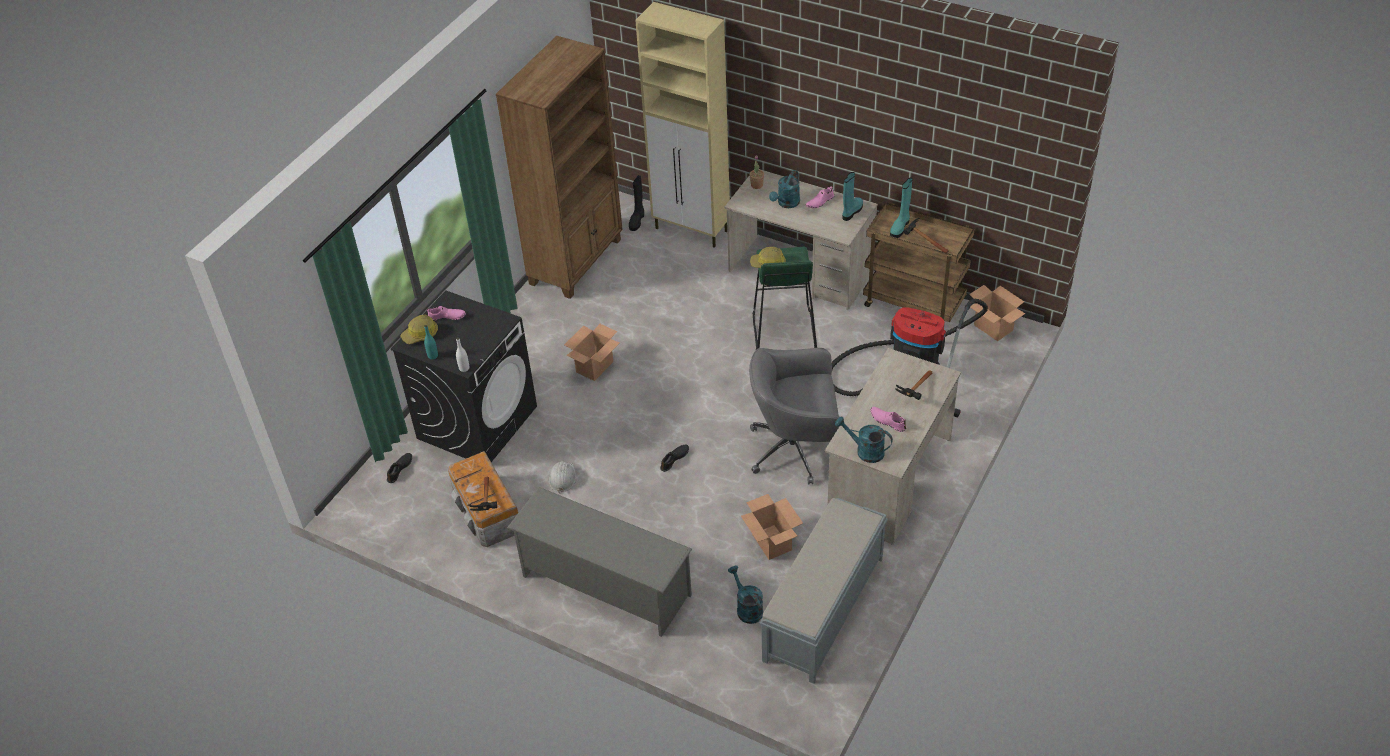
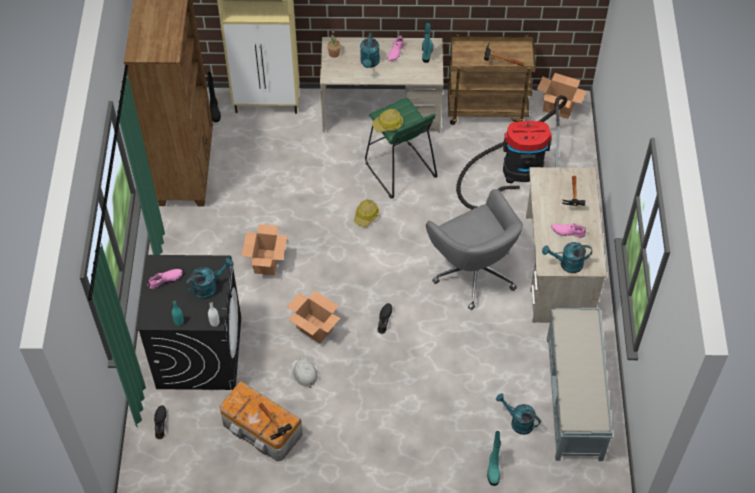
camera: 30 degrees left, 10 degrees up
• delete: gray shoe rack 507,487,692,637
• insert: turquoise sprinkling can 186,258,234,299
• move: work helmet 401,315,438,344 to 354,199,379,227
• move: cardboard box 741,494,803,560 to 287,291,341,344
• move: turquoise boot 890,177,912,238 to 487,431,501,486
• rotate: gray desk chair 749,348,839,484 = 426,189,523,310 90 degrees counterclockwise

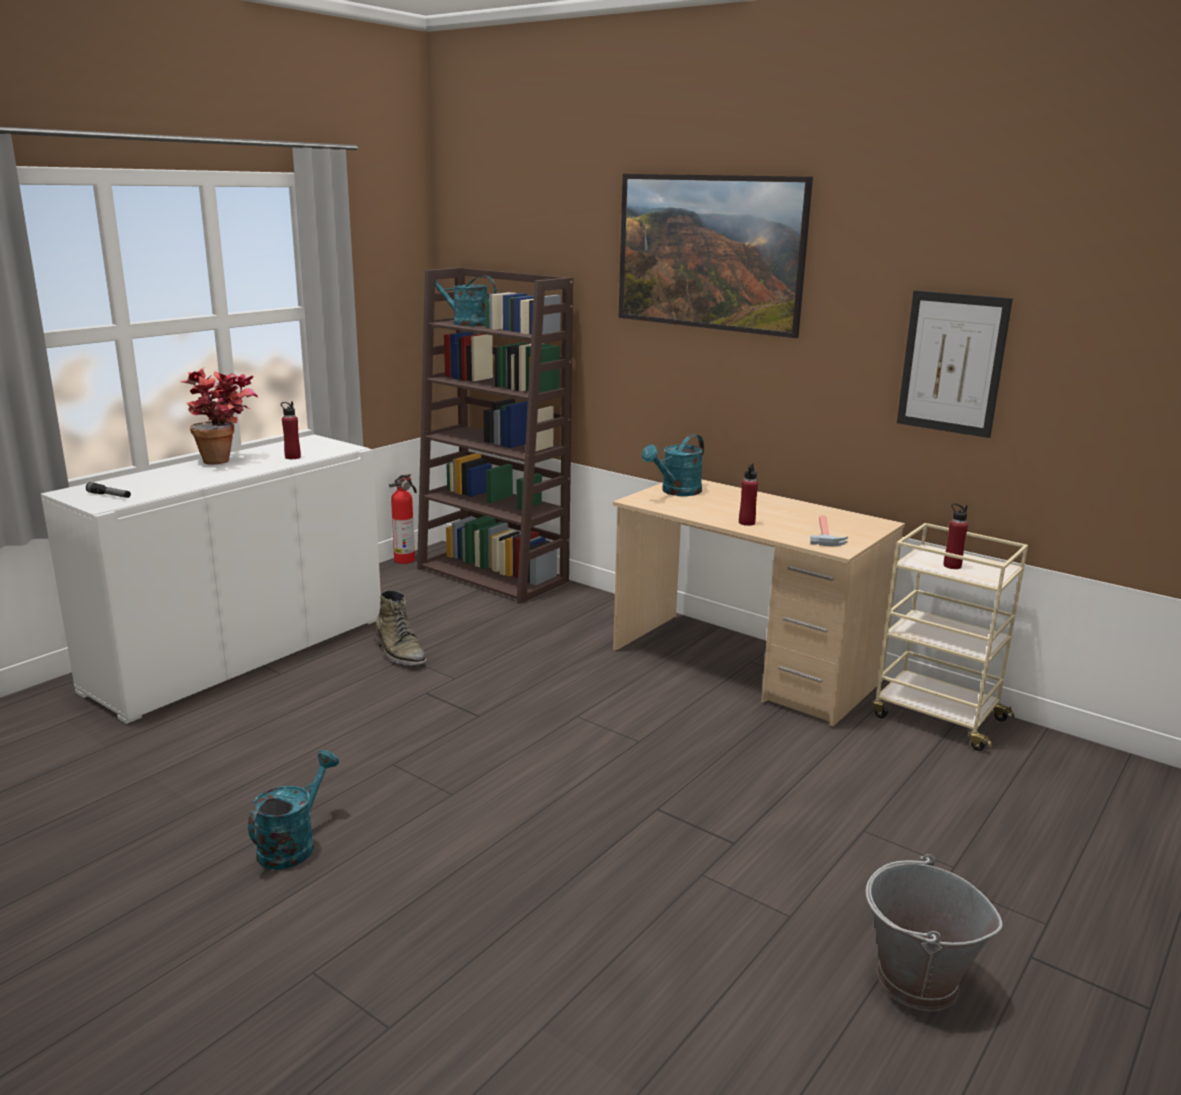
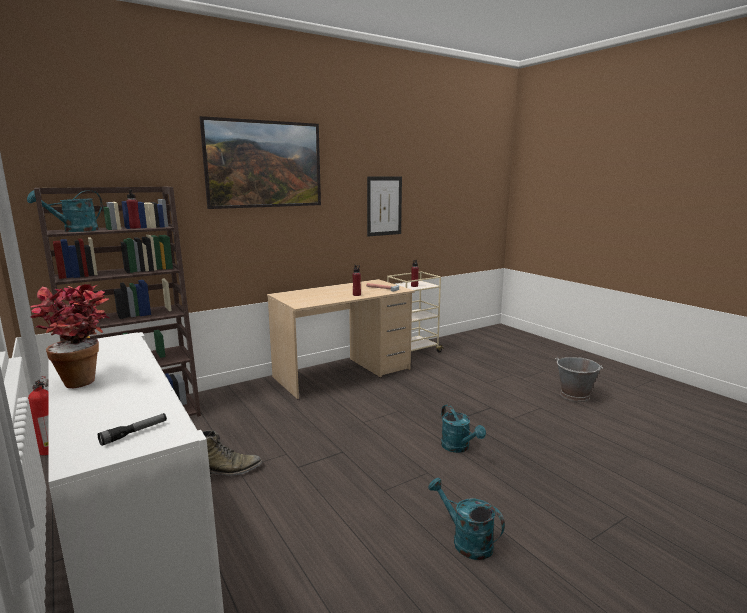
camera: 70 degrees left, 5 degrees down
• move: red-coloured bottle 281,401,301,459 to 126,189,141,229
• move: turquoise sprinkling can 642,434,704,496 to 441,404,486,453

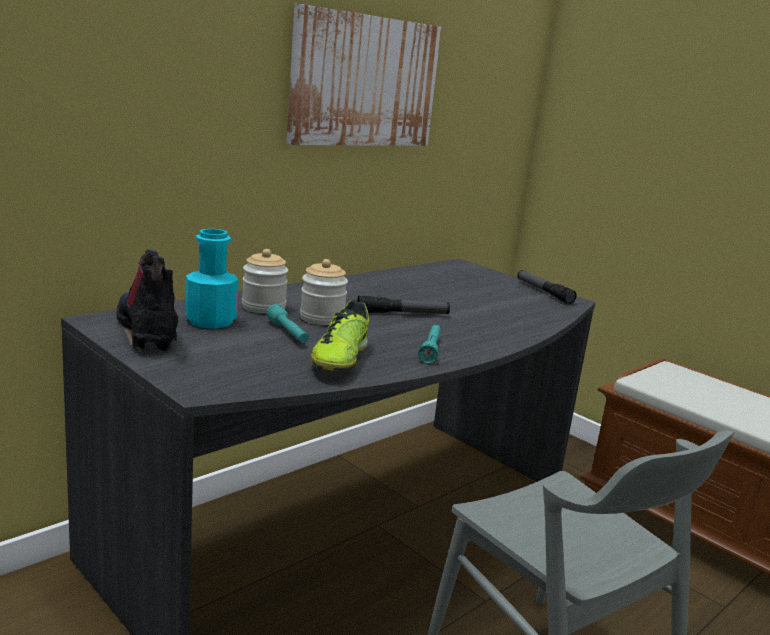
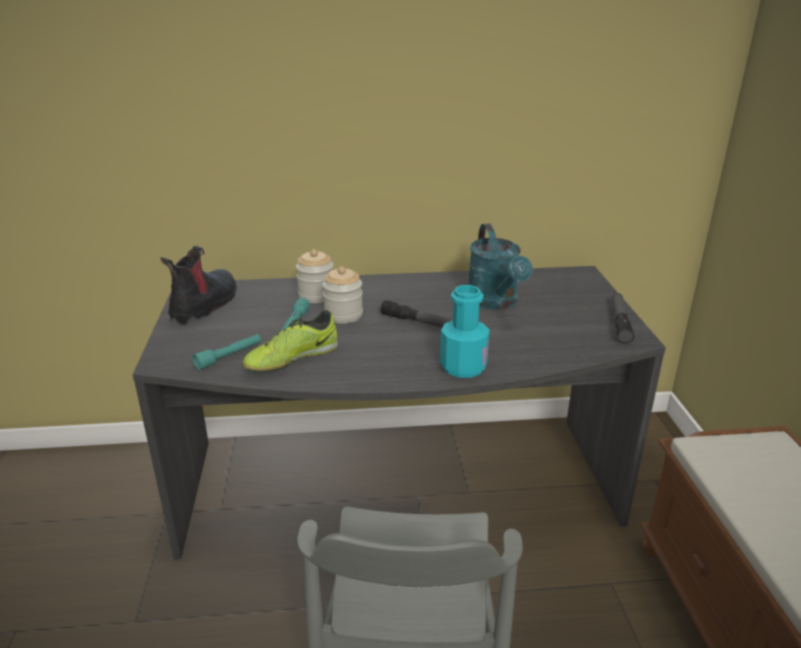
camera: 40 degrees right, 10 degrees up
• delete: wall art 287,4,441,146
• insert: turquoise sprinkling can 469,224,532,310
• move: turquoise bottle 185,229,238,329 to 440,285,490,378
• move: turquoise torch 418,325,441,364 to 192,334,261,370

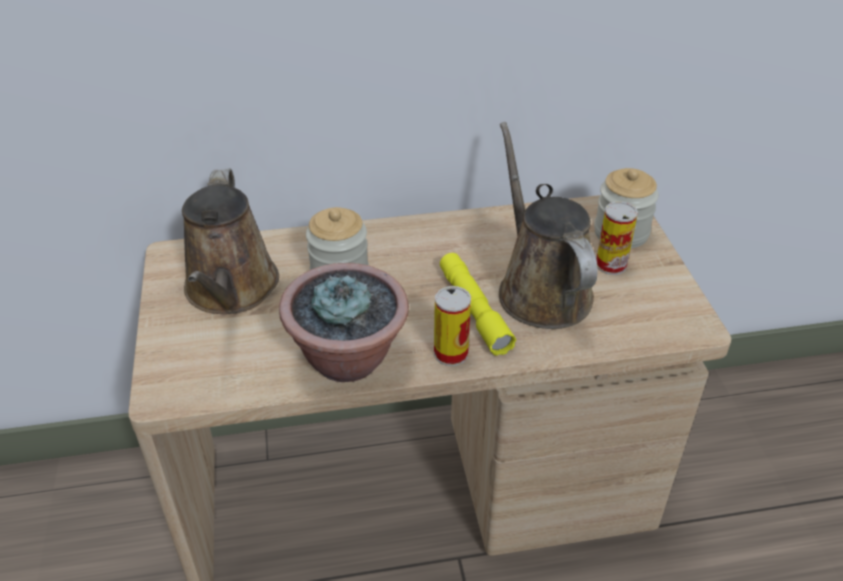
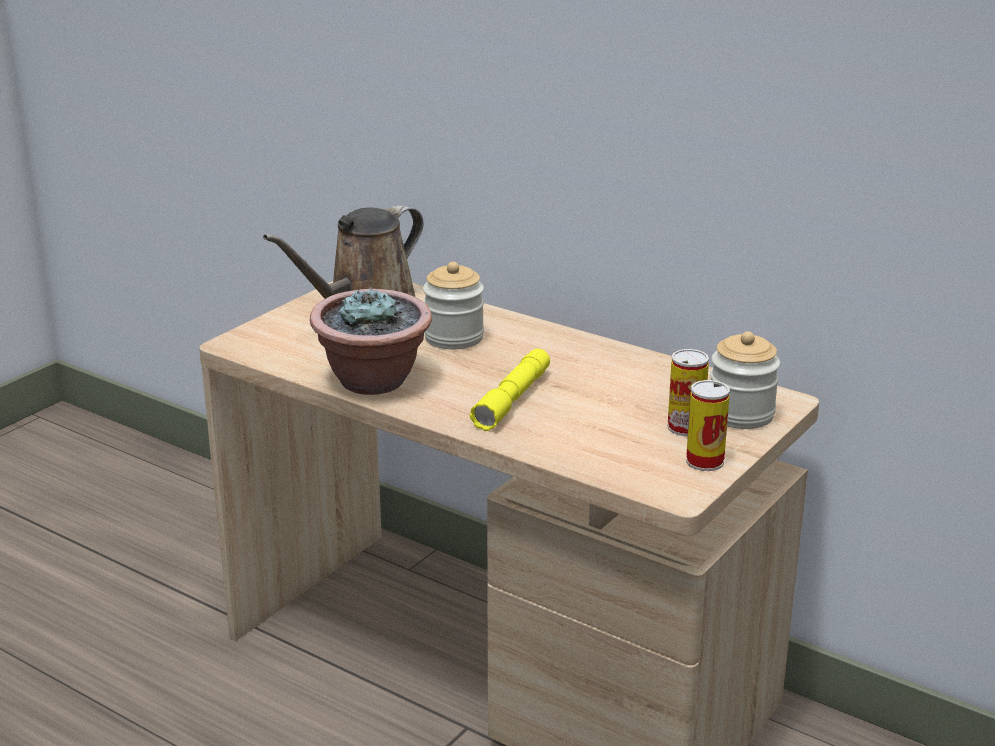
camera: 45 degrees right, 15 degrees down
• delete: brown-coloured sprinkling can 499,122,598,329
• move: sealed can 434,286,471,366 to 686,380,730,471

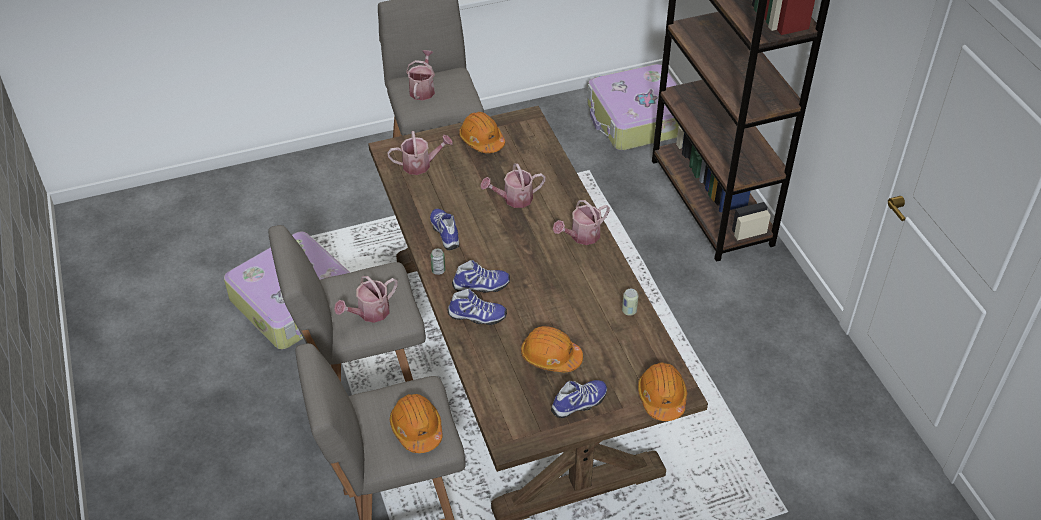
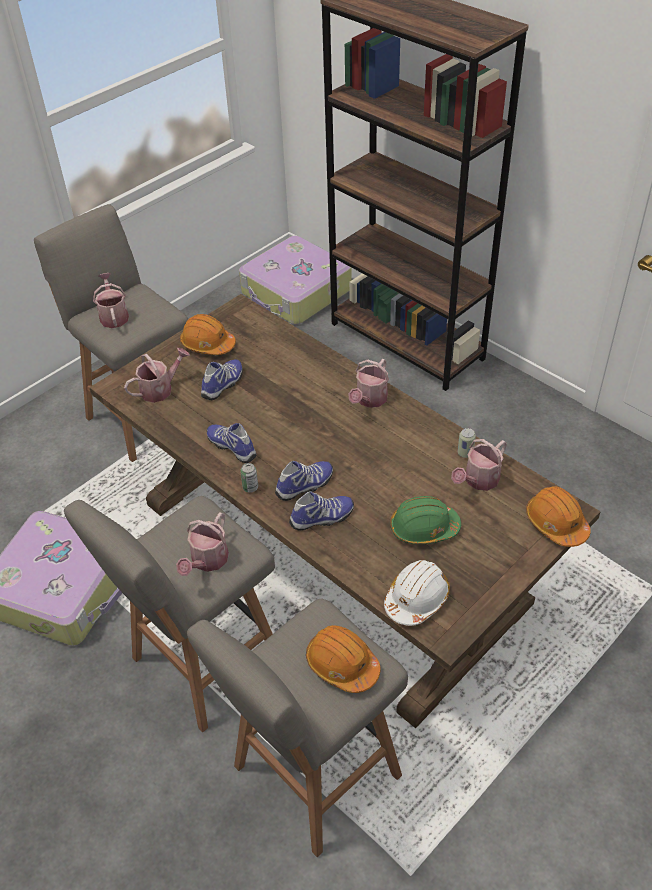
camera: 25 degrees left, 0 degrees up
• insert: white work helmet 384,560,450,626
• move: sprinkling can 481,163,546,208 to 451,439,507,491
• move: item of footwear 551,380,607,418 to 201,359,243,400
• recolor: orange work helmet 521,326,583,372 to greenish work helmet 390,496,461,544

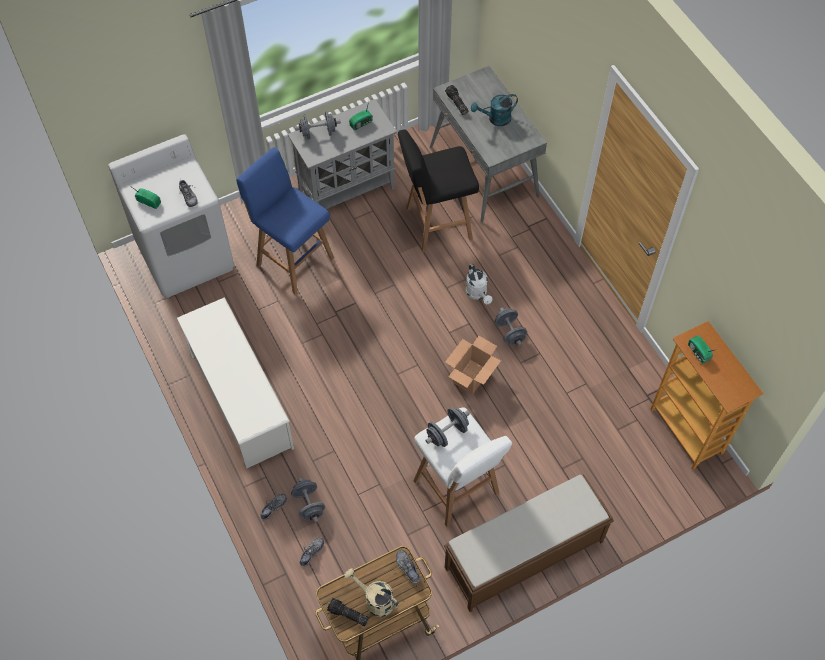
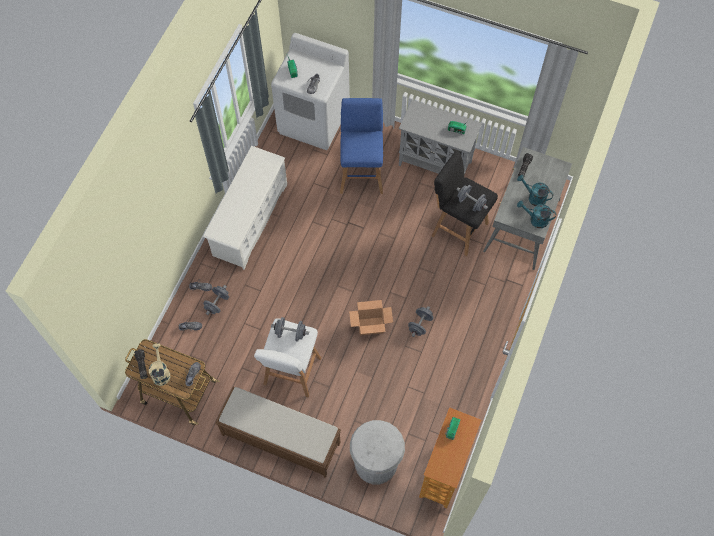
camera: 50 degrees right, 5 degrees up
• delete: white sprinkling can 466,264,492,304
• insert: white rubbish bin 350,420,405,484
• insert: turquoise sprinkling can 517,200,556,228
• move: gray free weight 295,111,341,139 to 457,185,488,212

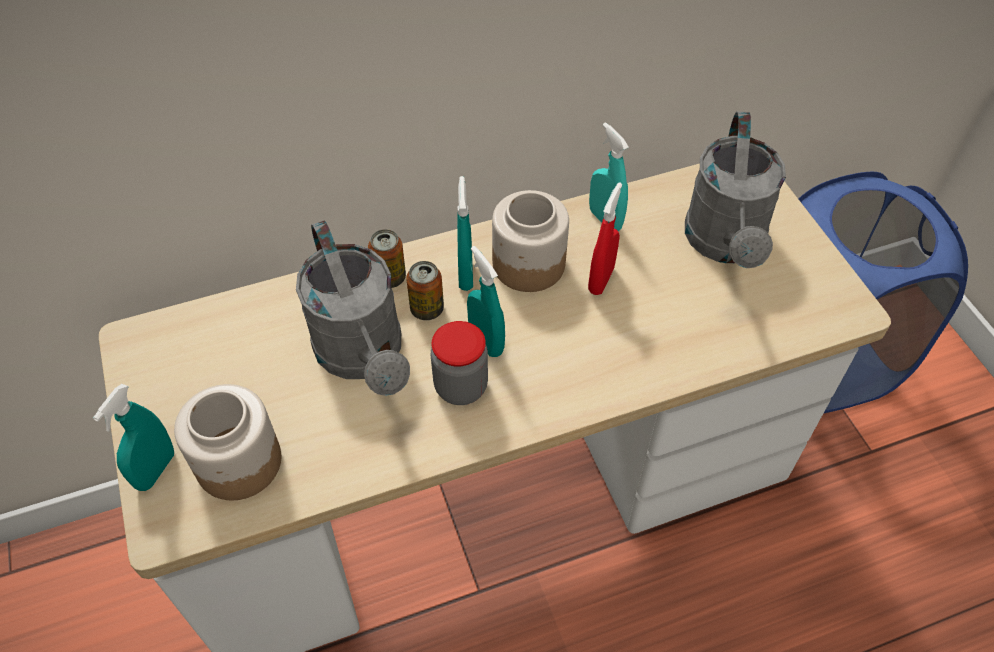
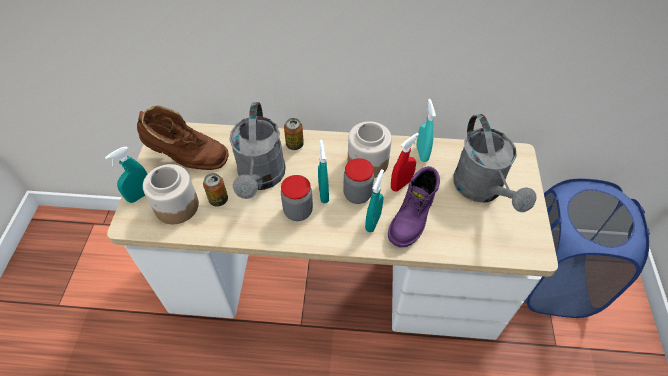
camera: 25 degrees right, 0 degrees up
• insert: brown-coloured boot 137,105,229,170
• insert: jar 343,158,374,204
• insert: purple-coloured boot 388,166,440,248
• move: sealed can 406,261,444,320 to 203,173,228,207
• move: turquoise hand sprayer 457,176,473,291 to 365,169,384,232
• rotate: gray sprinkling can 685,111,786,268 = 453,114,536,212 45 degrees counterclockwise

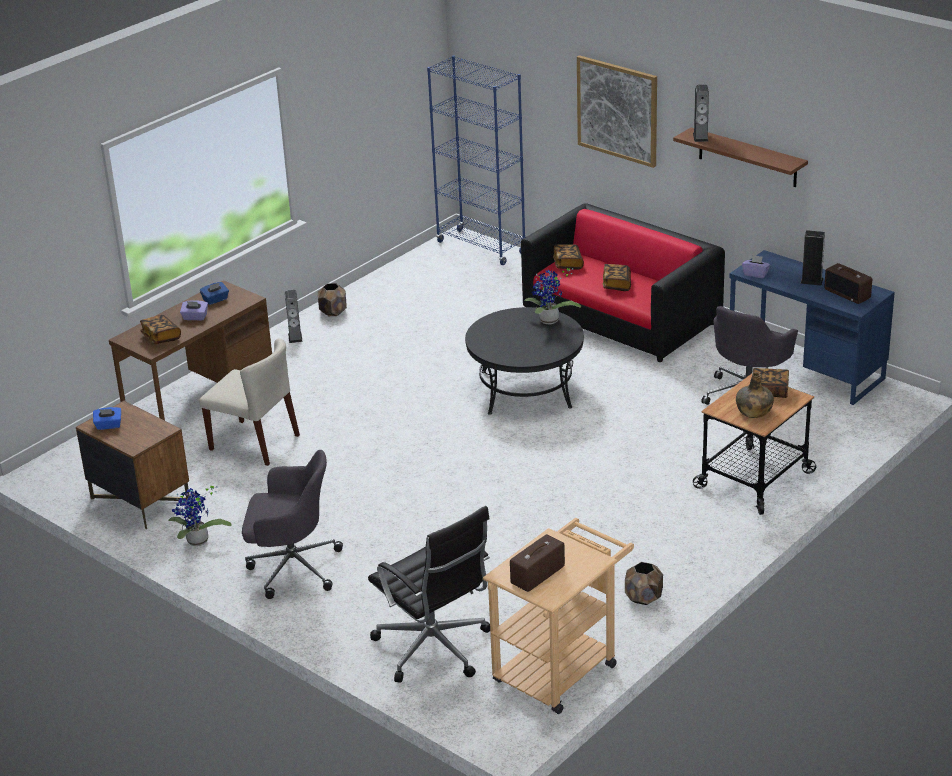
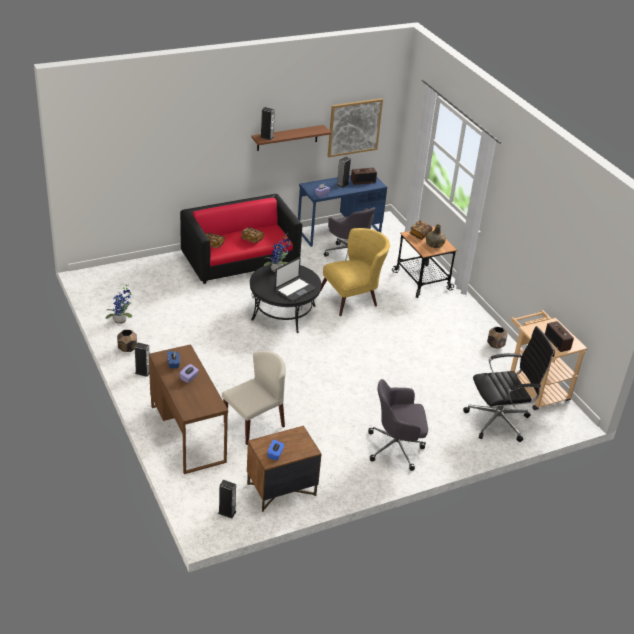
camera: 70 degrees left, 5 degrees up
• delete: volume 140,315,181,344
• delete: blue bookshelf 427,55,525,265
• insert: audio speaker 218,480,237,519
• insert: notebook computer 275,257,316,301
• insert: yellowish easy chair 320,228,390,316
• move: houseplant 168,486,232,546 to 106,285,133,324
• move: wall art 577,55,657,168 to 328,98,383,157
• rotate: gray desk chair 242,450,343,599 = 368,379,428,471 120 degrees counterclockwise

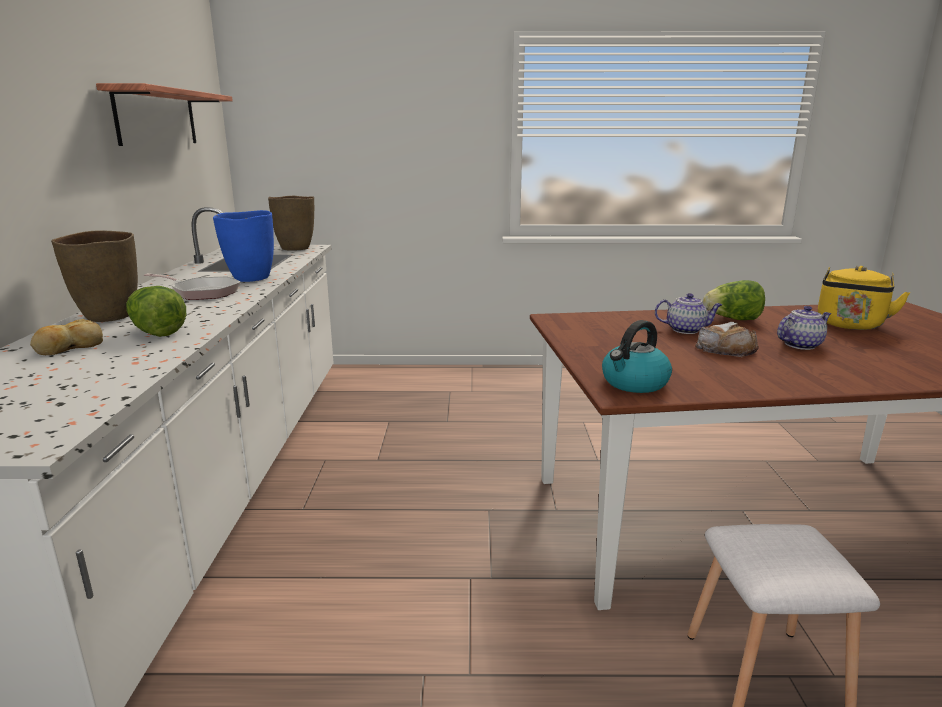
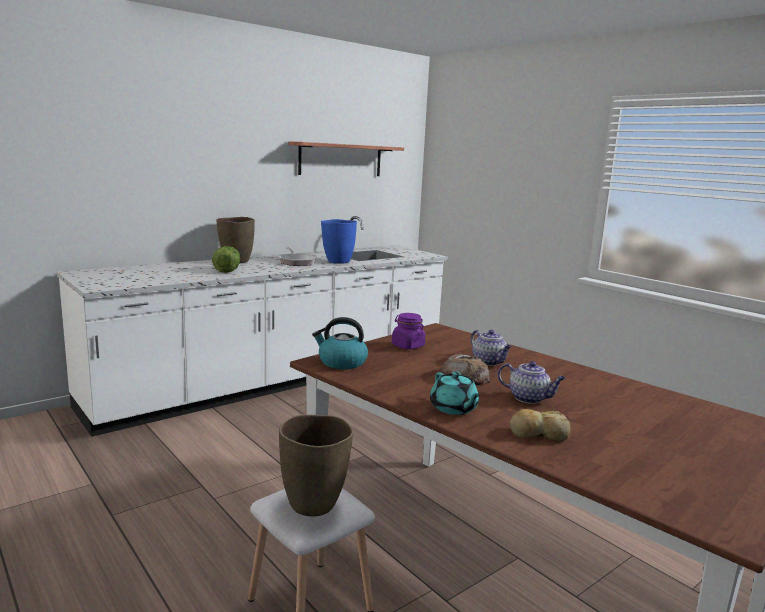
camera: 50 degrees right, 5 degrees down
• delete: head of lettuce 703,280,765,320
• delete: yellowish tea kettle 818,266,910,330
• insert: purple-coloured jar 392,313,425,349
• insert: turquoise tea pot 430,372,480,415
• move: baked bread 30,319,103,355 to 509,409,570,442
• move: brown-coloured vase 268,196,314,251 to 279,414,353,517

